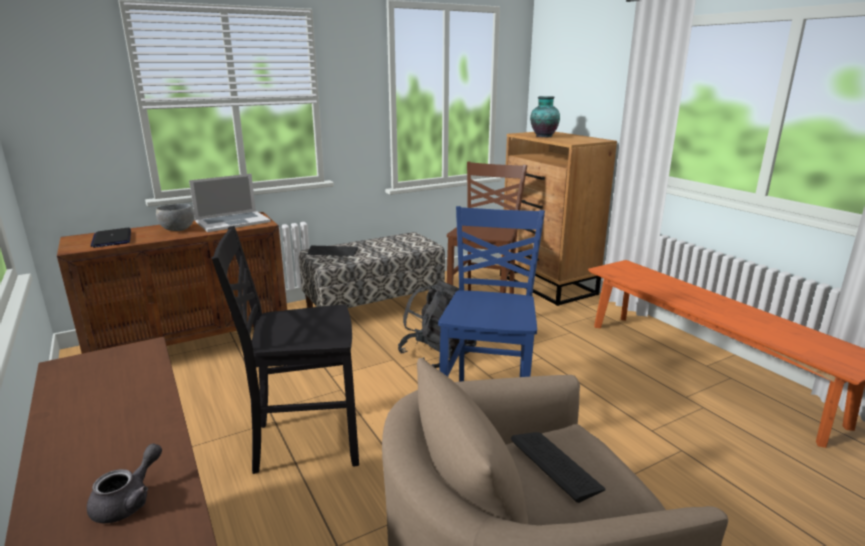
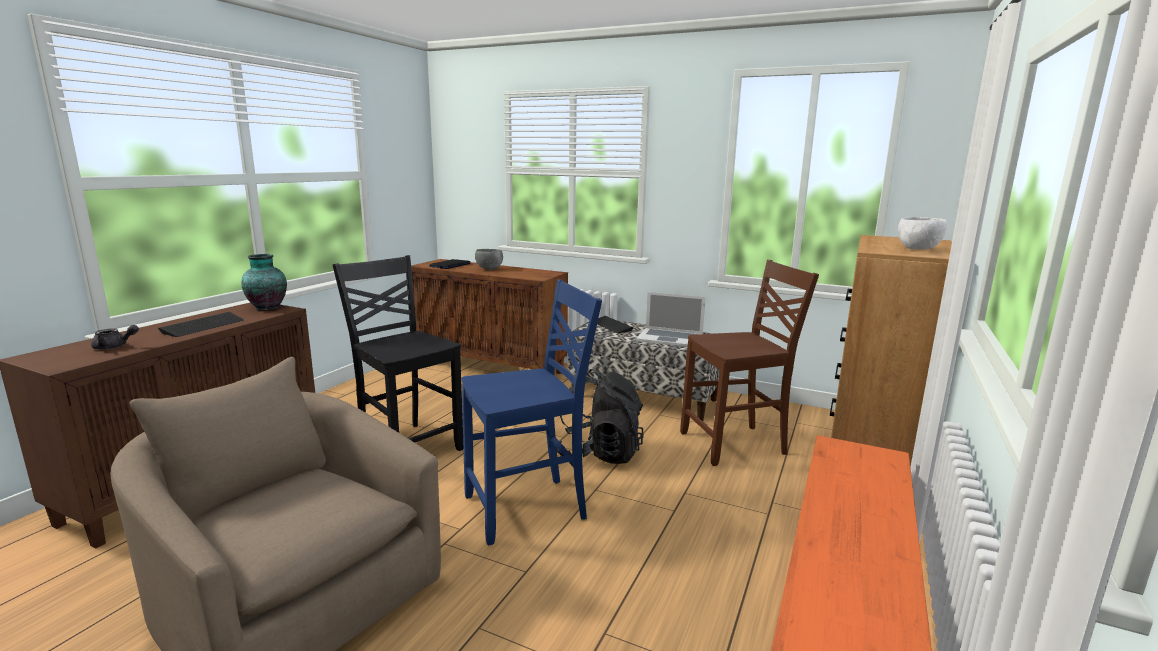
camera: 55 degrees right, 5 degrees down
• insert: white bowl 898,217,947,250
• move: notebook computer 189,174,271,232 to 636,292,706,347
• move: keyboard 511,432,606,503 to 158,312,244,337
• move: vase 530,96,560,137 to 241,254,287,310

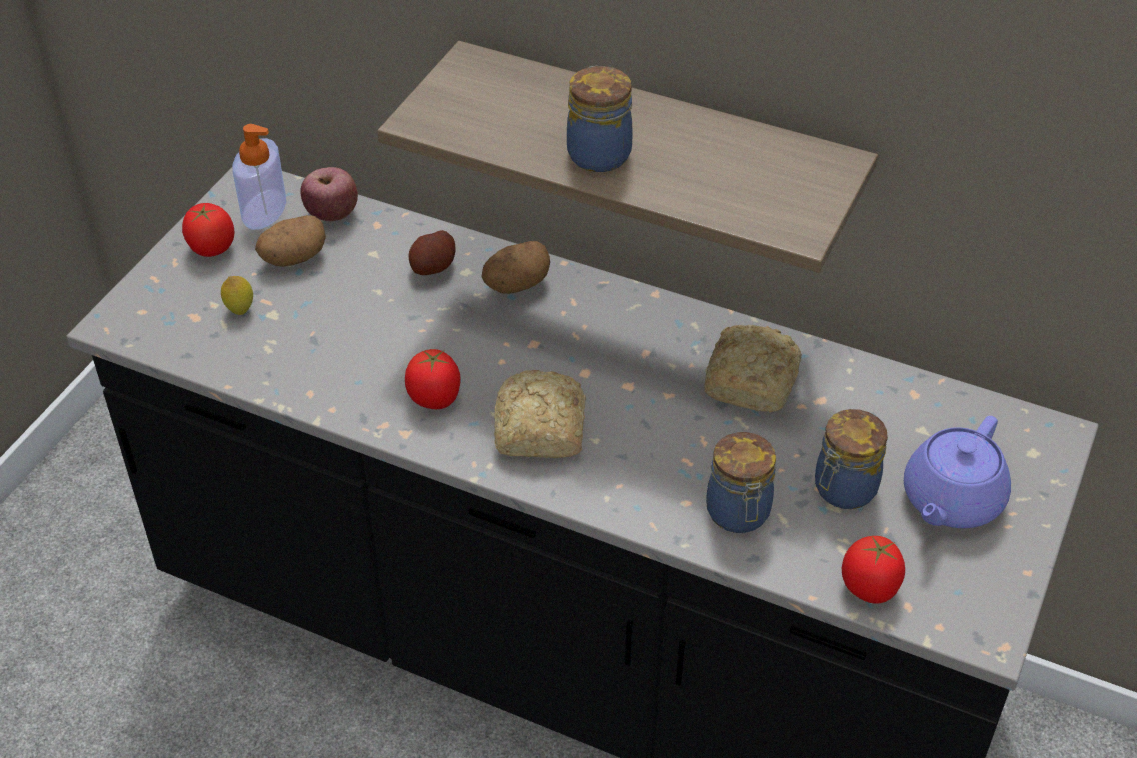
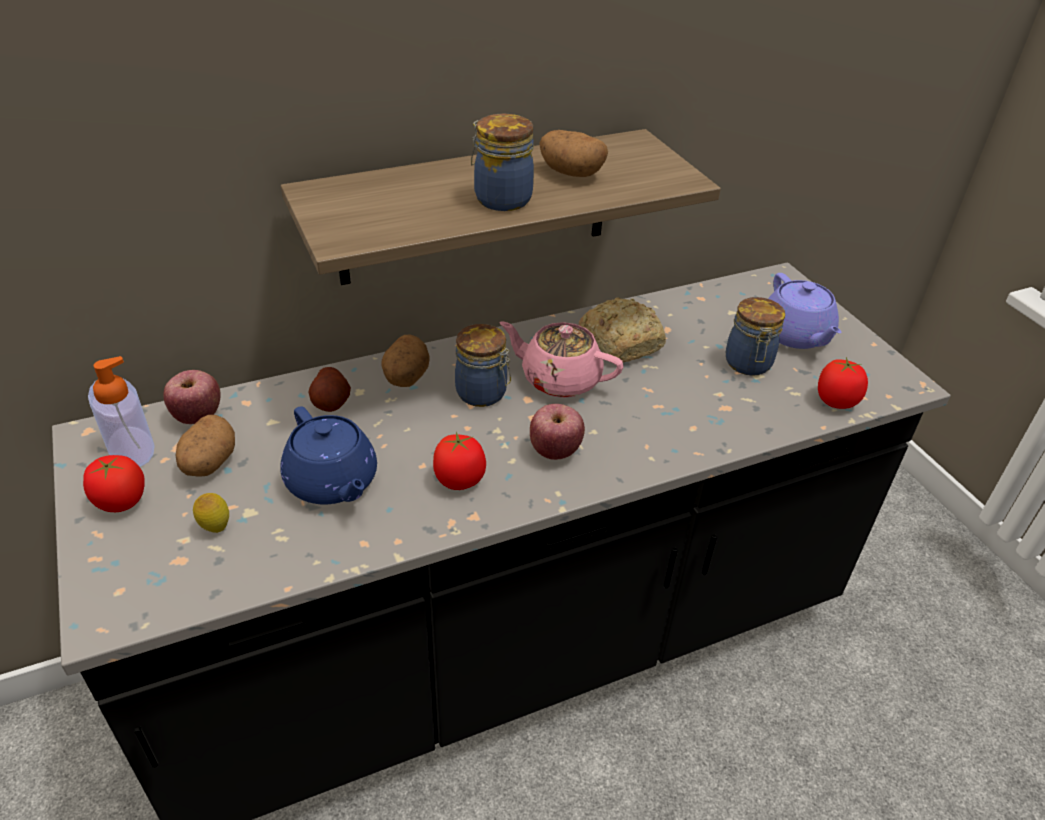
camera: 50 degrees left, 5 degrees down
• insert: blue tea pot 281,406,377,504
• insert: pink-coloured tea pot 500,321,623,398
• insert: spud 539,130,608,177
• move: jar 706,432,776,533 to 455,324,511,407
• replace: baked bread 494,370,586,458 to apple 530,404,585,460

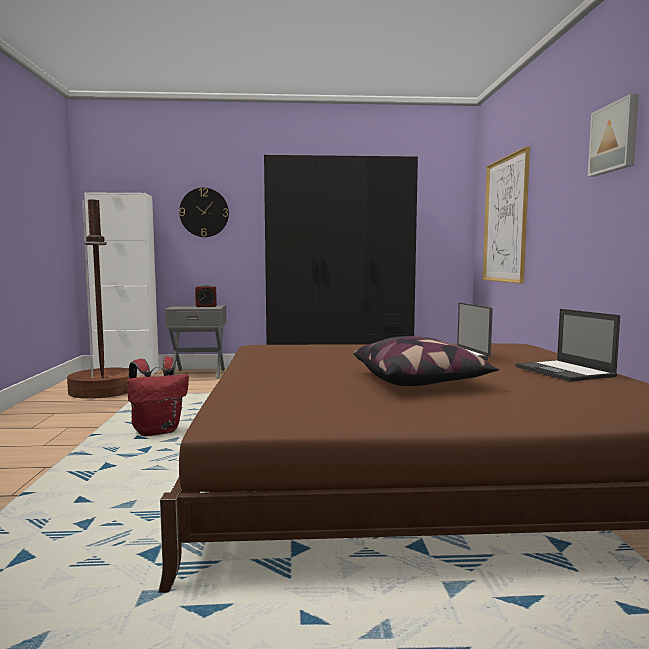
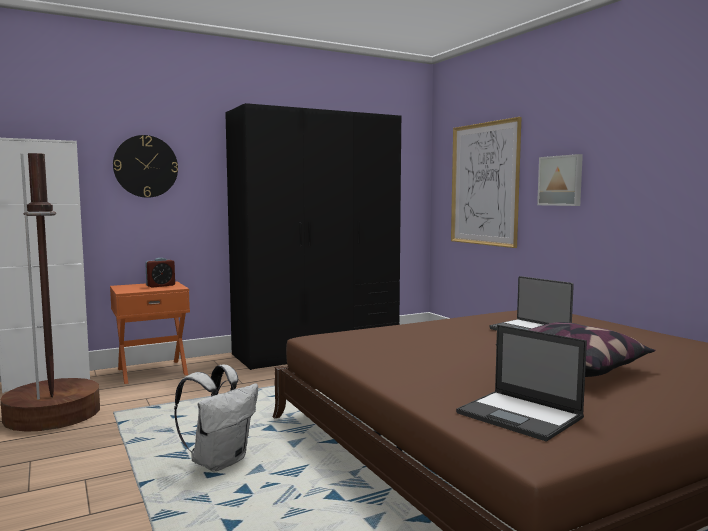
camera: 25 degrees left, 0 degrees up
• move: notebook computer 515,309,620,382 to 456,325,587,442
• move: wall art 588,94,639,177 to 537,154,583,206
• recolor: red-coloured knapsack 127,356,189,436 to white knapsack 174,365,258,472
• recolor: gray night table 164,305,227,379 to orange night table 110,281,190,384

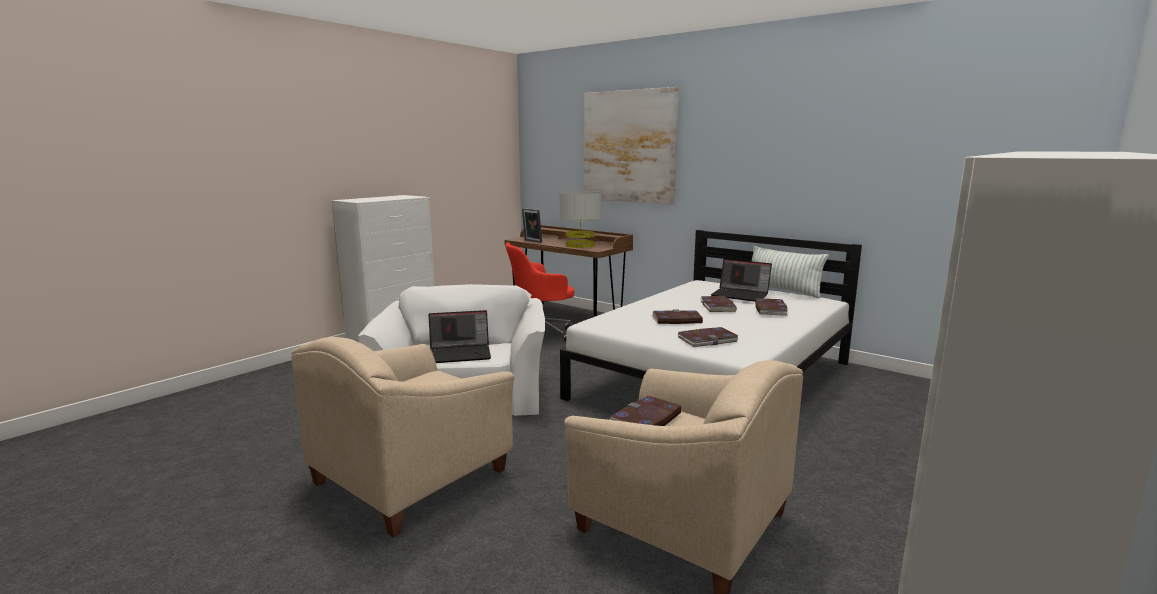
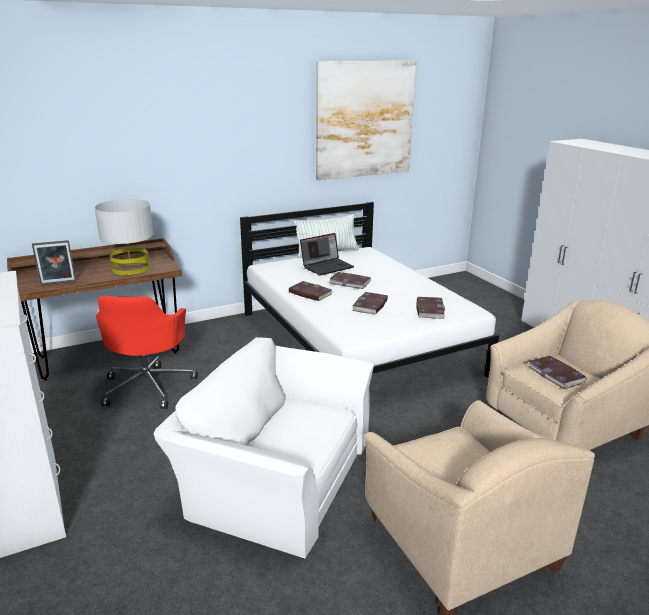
camera: 65 degrees left, 10 degrees up
• delete: notebook computer 428,310,491,363
• move: wall art 584,87,679,205 to 316,61,416,180
• move: volume 755,298,788,316 to 289,281,333,301

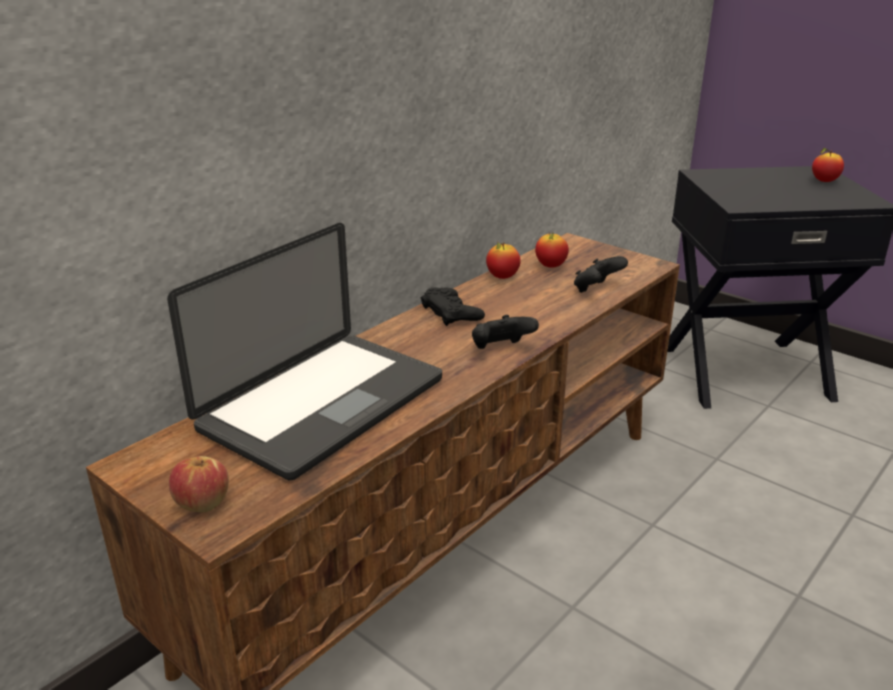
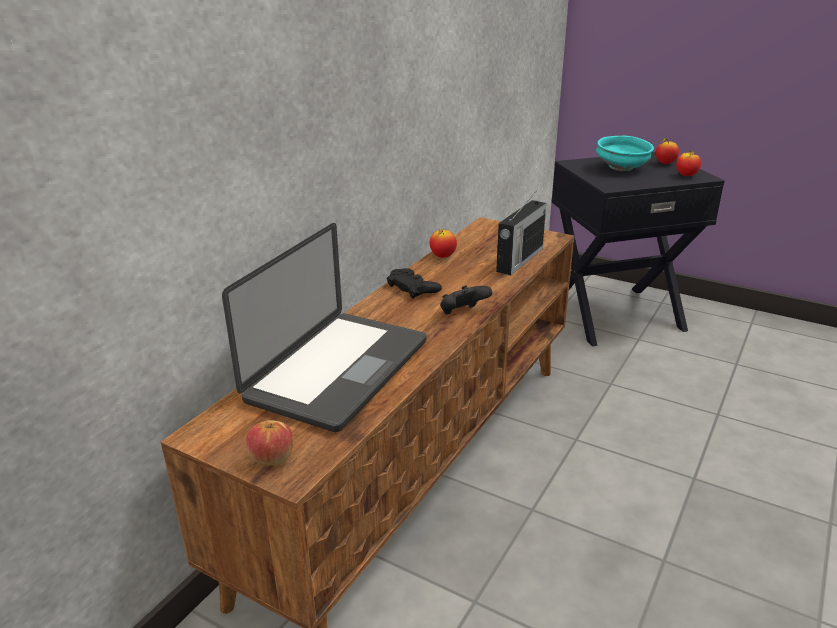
camera: 10 degrees left, 0 degrees up
• insert: turquoise bowl 596,136,654,171
• move: apple 535,233,569,268 to 676,150,701,176
• replace: black game controller 574,256,628,293 to radio 496,190,546,275

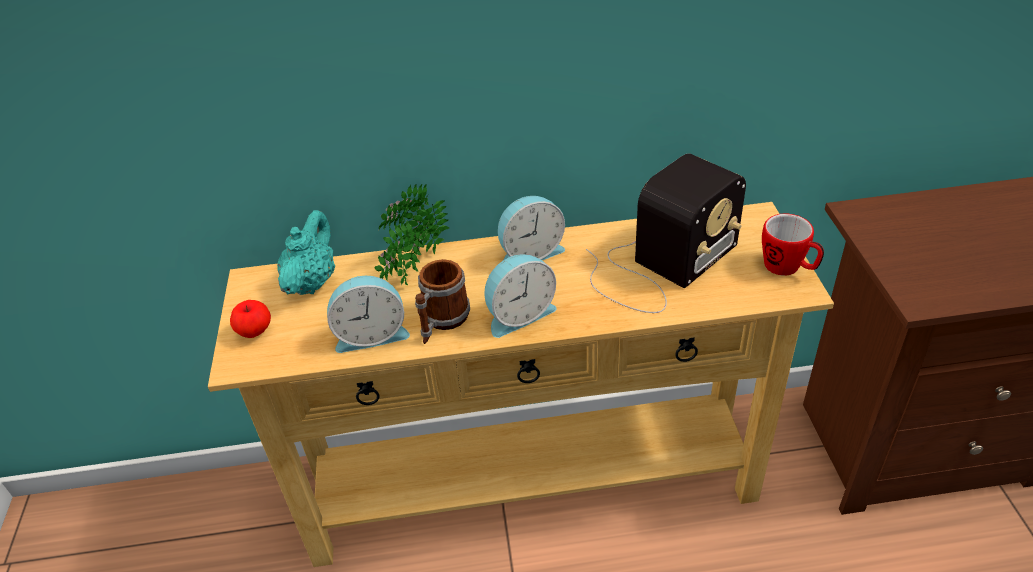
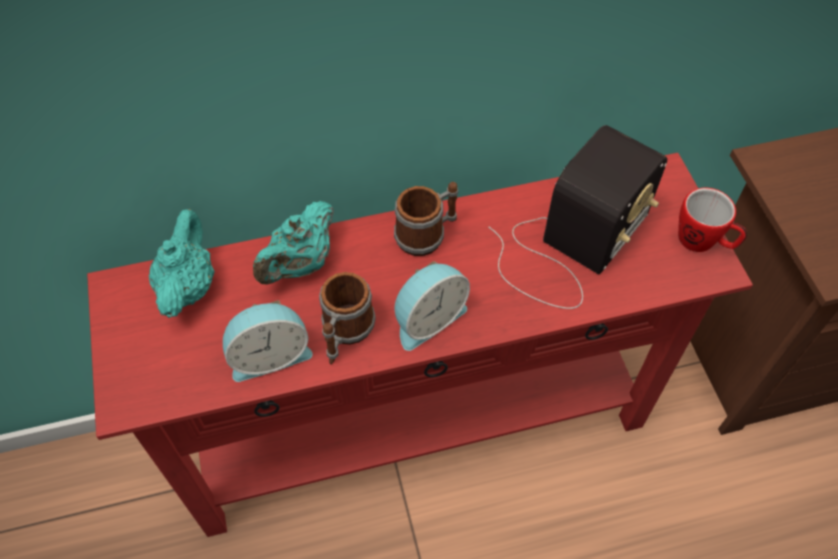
camera: 10 degrees left, 15 degrees up
• delete: apple 230,300,271,338
• replace: houseplant 374,184,449,285 to turquoise tea pot 253,201,334,285
• replace: bedside clock 498,196,565,260 to tea mug 394,182,458,256
• recolor: sand-coloured hall table 208,202,834,567 to red-coloured hall table 87,153,753,537

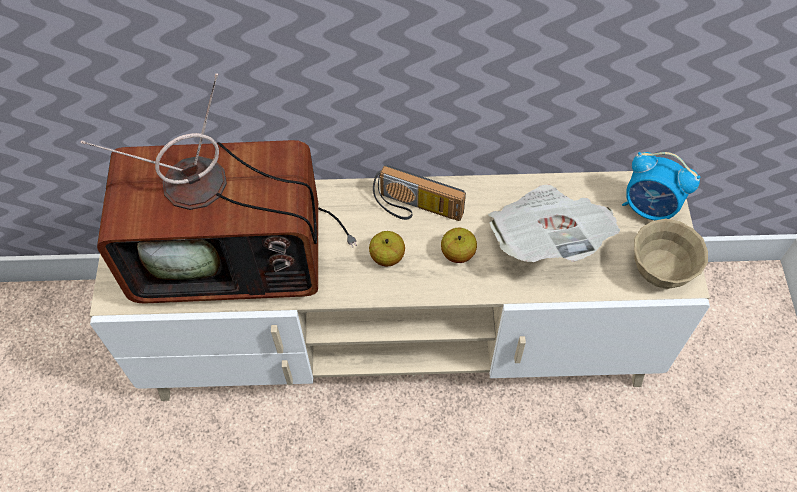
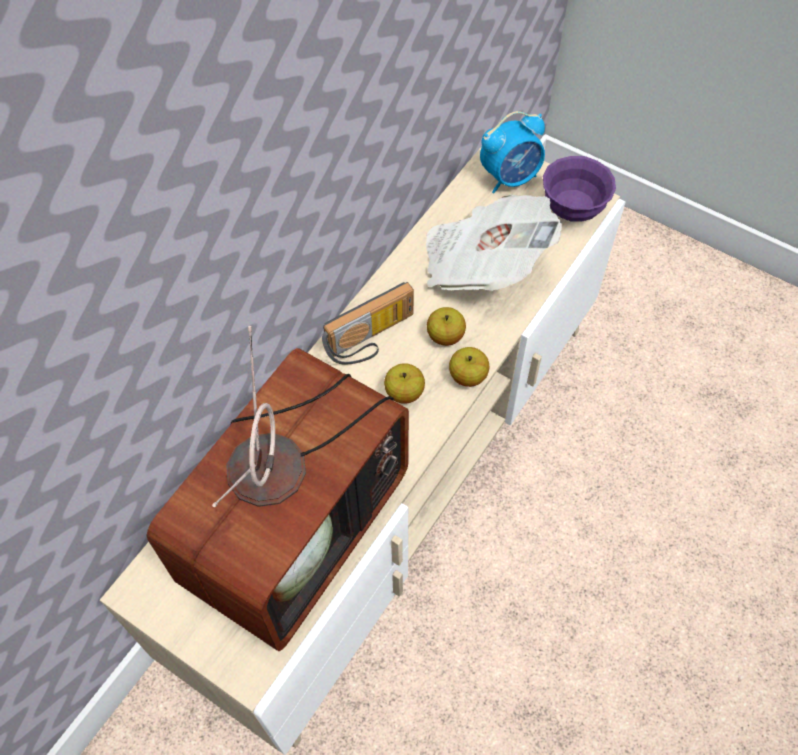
camera: 55 degrees left, 0 degrees up
• insert: apple 449,347,489,387
• recolor: sand-coloured bowl 634,219,708,289 to purple-coloured bowl 543,156,616,222

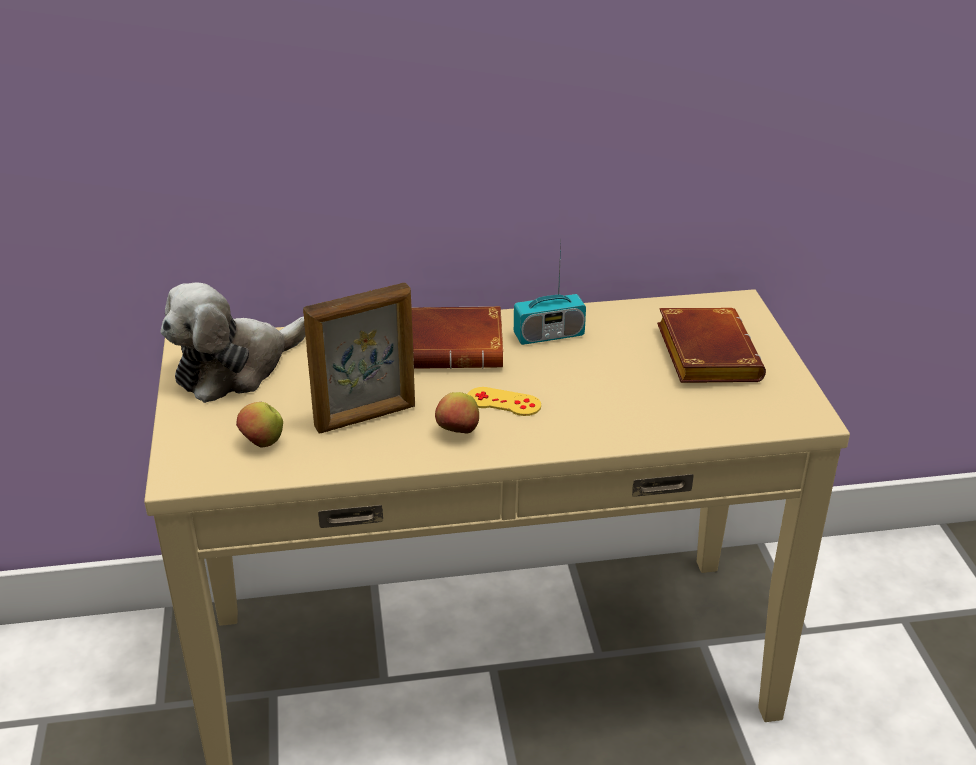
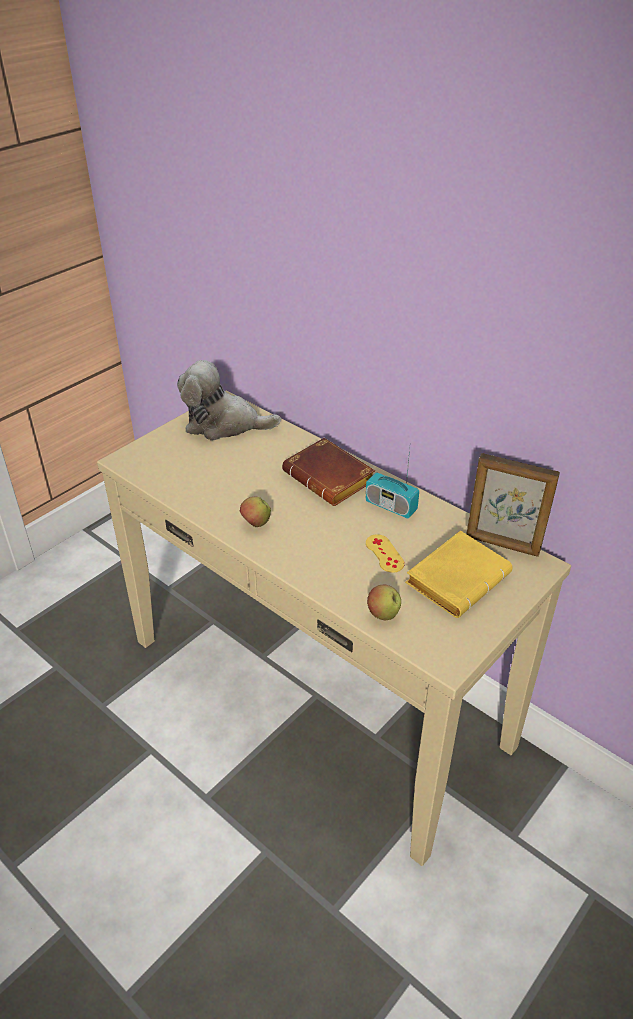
camera: 50 degrees right, 5 degrees up
• move: apple 236,402,283,448 to 367,585,401,620
• move: photo frame 303,283,415,433 to 467,453,560,557
• move: yellowish game controller 467,387,541,416 to 366,534,405,573
• recolor: brown-coloured volume 657,308,766,383 to yellowish volume 405,530,512,618

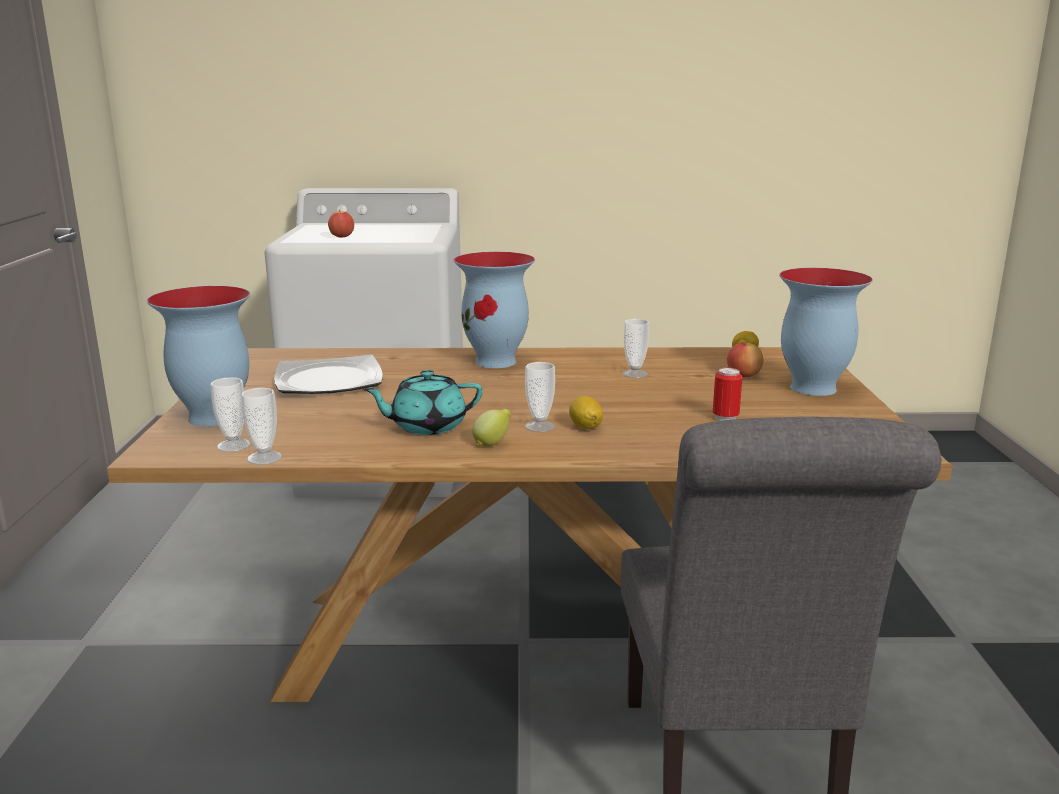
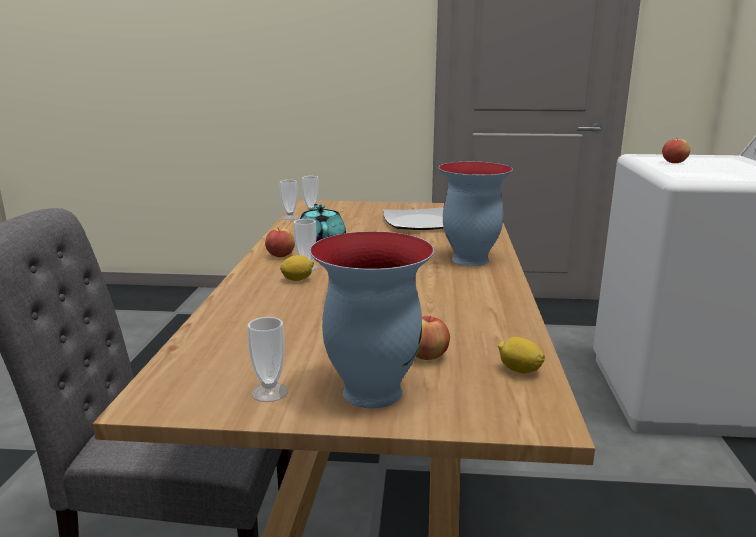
camera: 95 degrees right, 0 degrees up
• delete: vase 147,286,250,426
• delete: sealed can 713,367,742,421
• move: small cup 622,319,649,378 to 248,317,288,402
• replace: whole lemon 472,409,511,446 to apple 265,227,295,257

